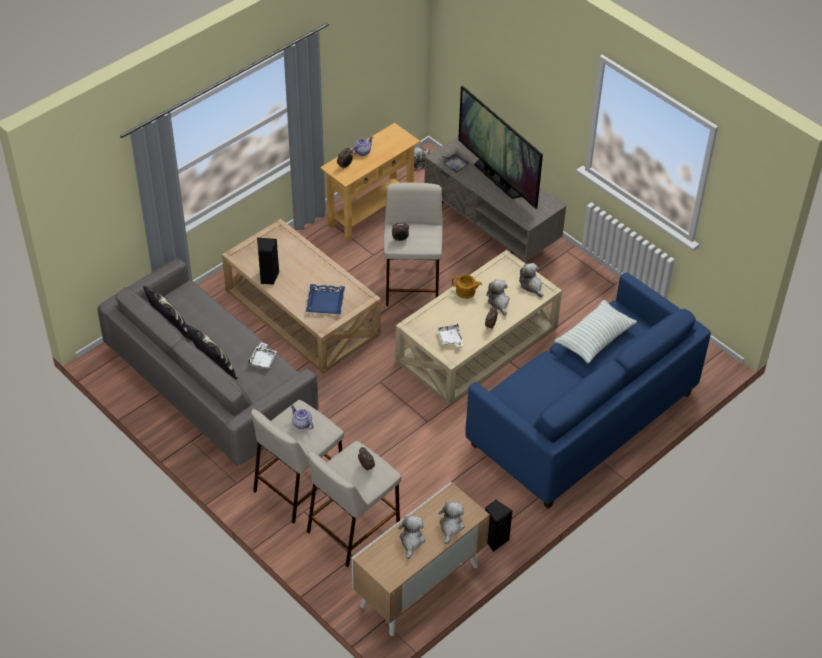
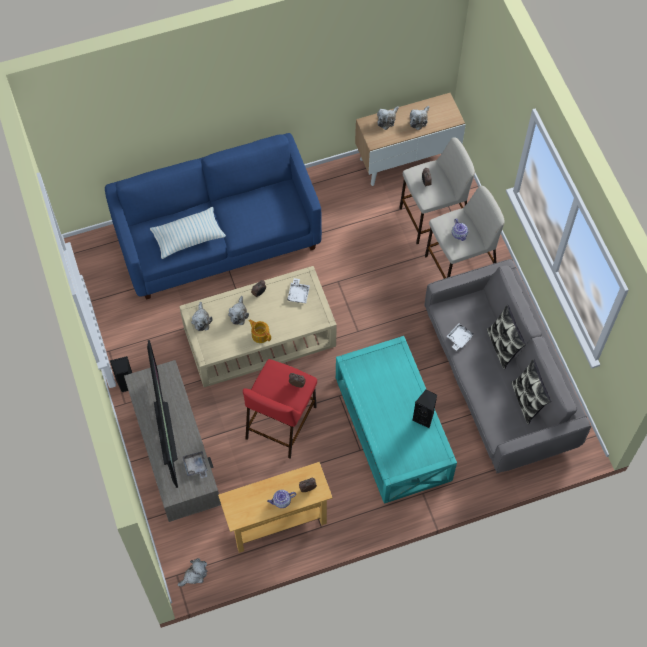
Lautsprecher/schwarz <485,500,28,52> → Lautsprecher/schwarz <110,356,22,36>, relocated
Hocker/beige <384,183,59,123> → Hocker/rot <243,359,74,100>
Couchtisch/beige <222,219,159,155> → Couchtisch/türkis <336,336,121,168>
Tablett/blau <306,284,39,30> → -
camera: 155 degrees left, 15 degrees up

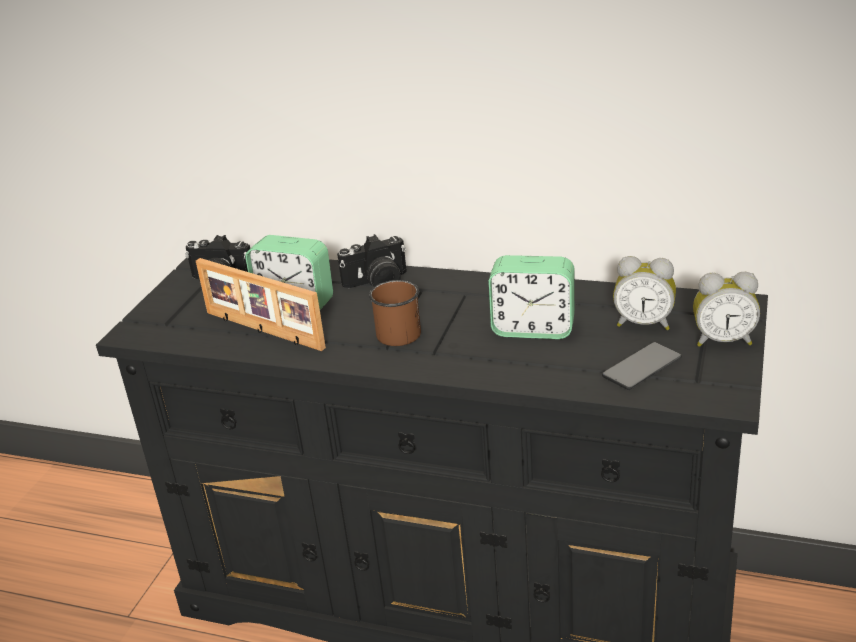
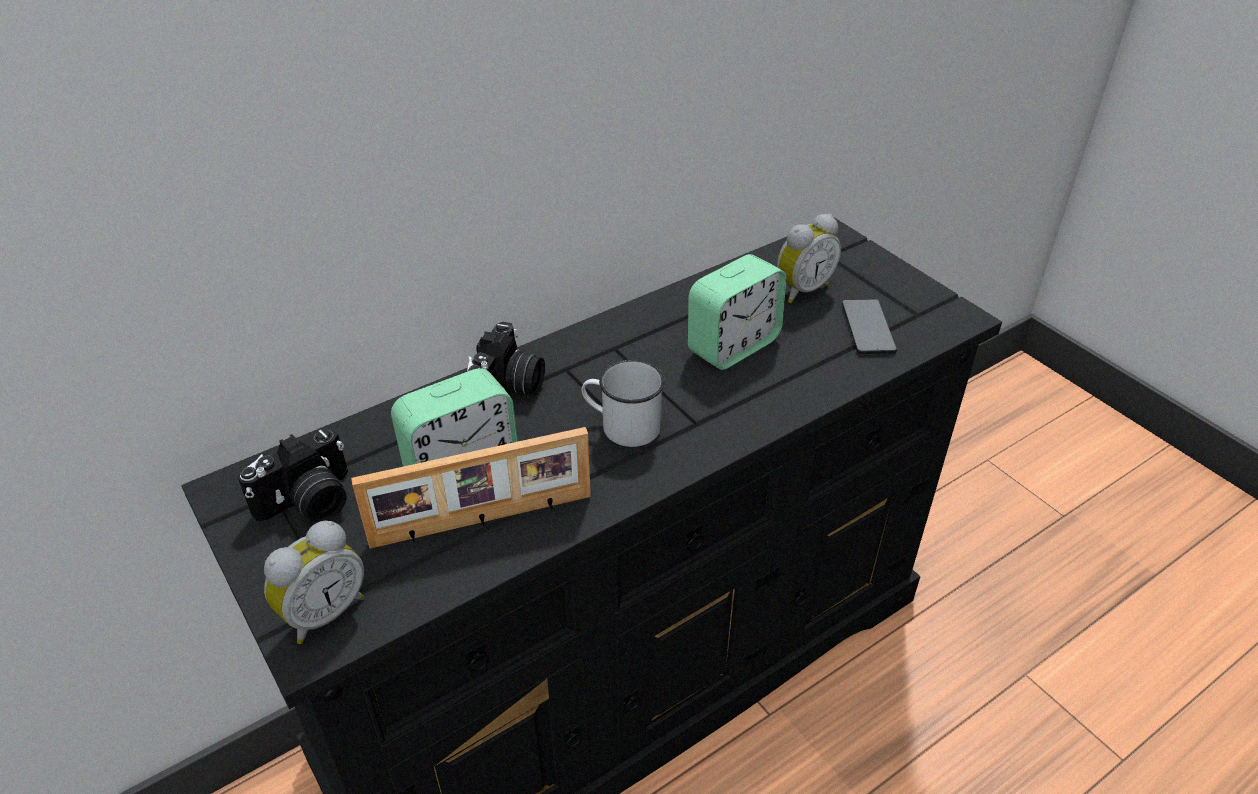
Wecker <693,272,67,75> → Wecker <264,521,100,123>, relocated
Henkelbecher/braun <369,280,52,66> → Henkelbecher/weiß <581,360,84,87>
camera: 55 degrees left, 10 degrees up

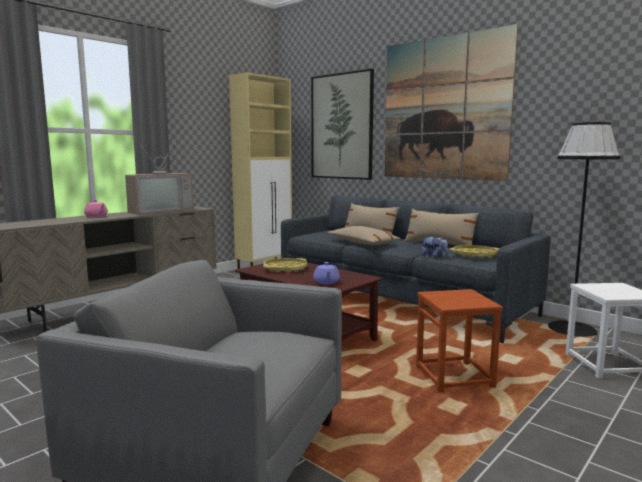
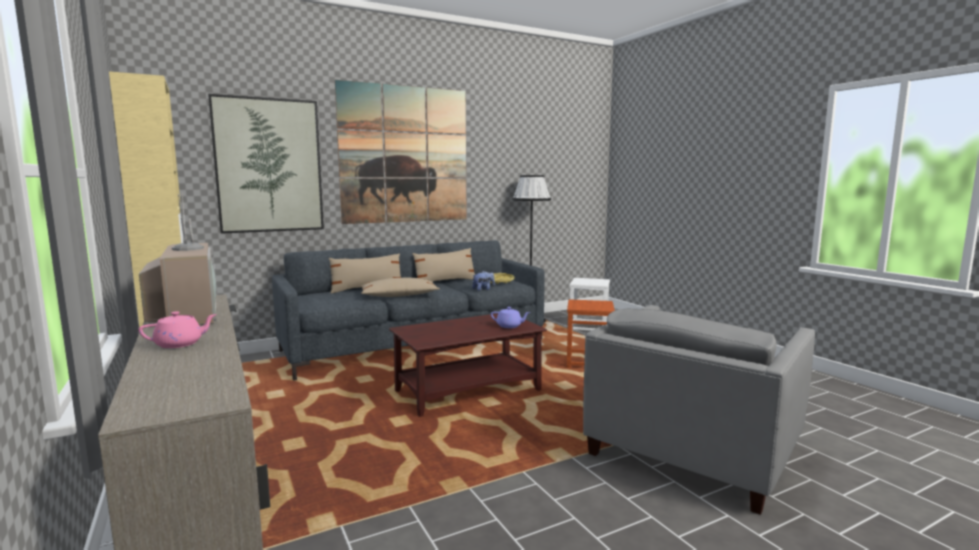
Tablett/gelb <263,258,44,15> → -
camera: 70 degrees left, 0 degrees up

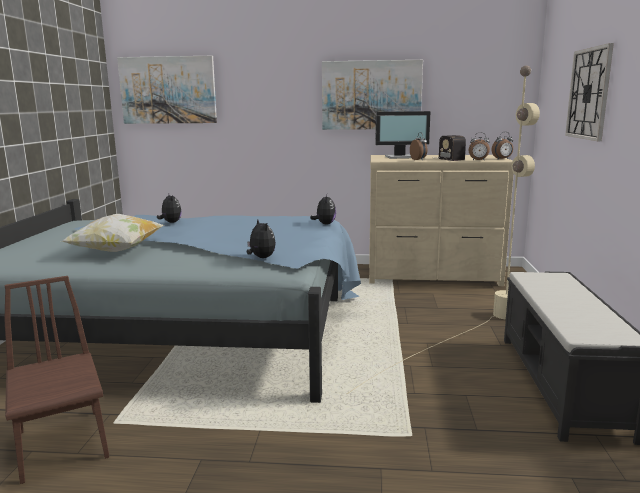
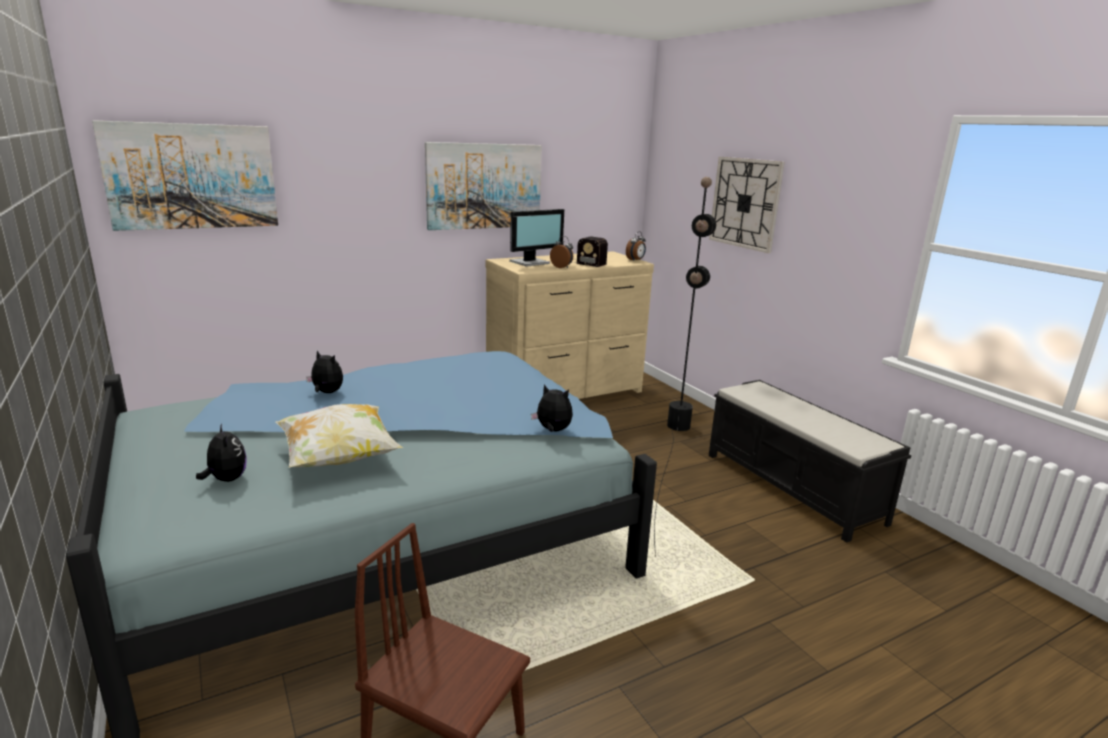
Plüschtier <310,194,26,30> → Plüschtier <196,423,51,59>, relocated
Stehlampe/beige <347,65,193,329> → Stehlampe/schwarz <654,177,62,380>
Wecker <469,132,21,29> → -
camera: 35 degrees left, 5 degrees up

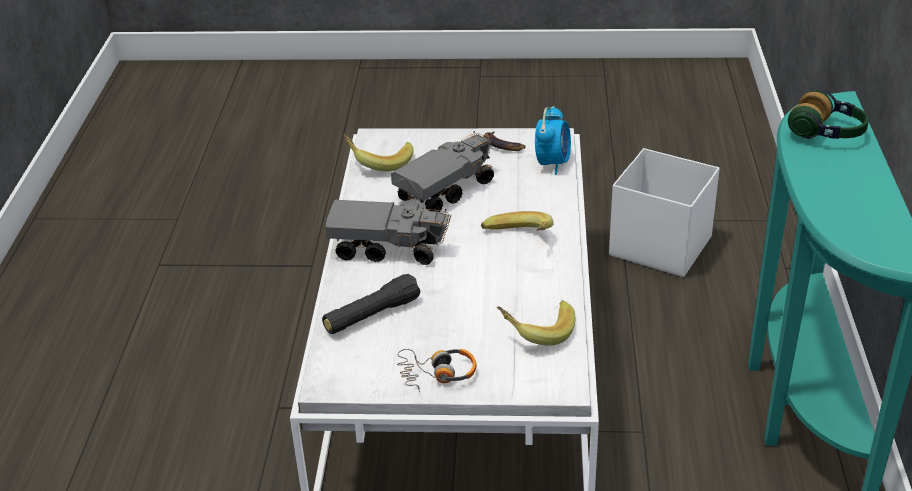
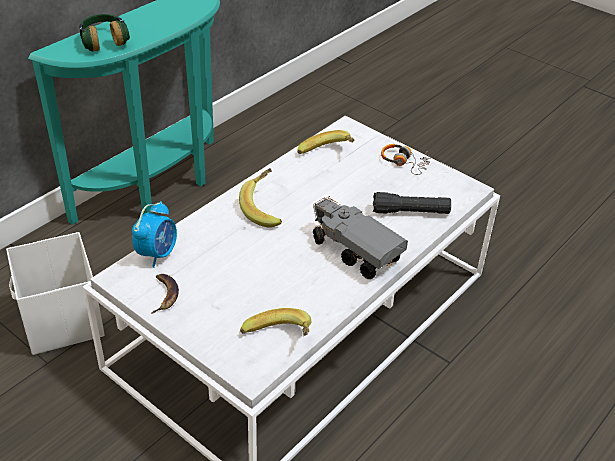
Wecker <535,106,36,69> → Wecker <132,201,45,67>, 150 degrees clockwise
Spielzeuglaster <391,131,103,81> → -
camera: 145 degrees left, 5 degrees up

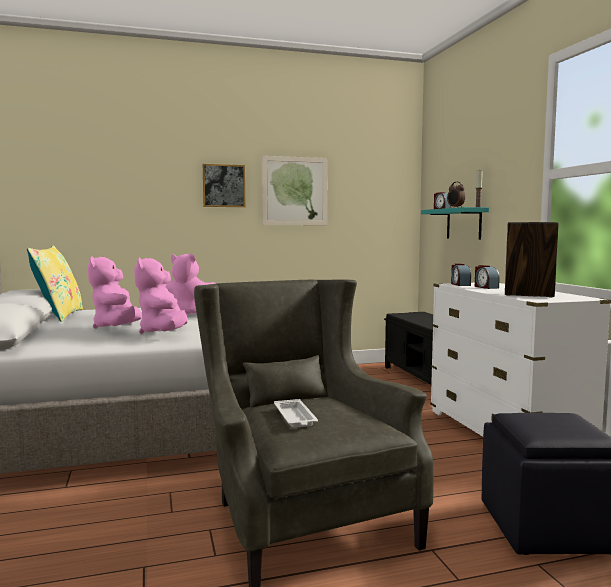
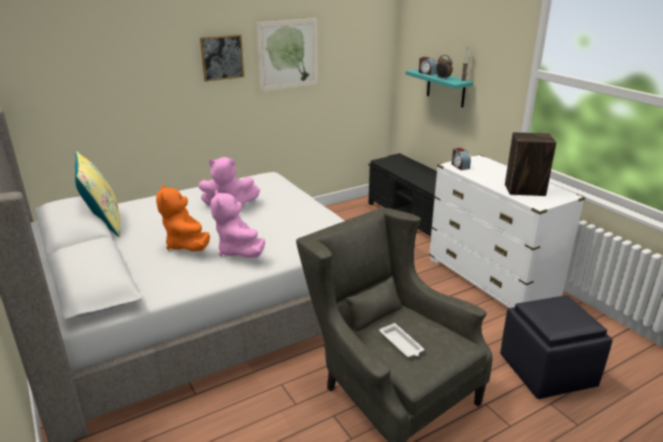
Plüschtier/rosa <88,256,54,73> → Plüschtier/orange <156,185,54,66>
Wecker <475,265,25,24> → -
camera: 15 degrees left, 20 degrees up

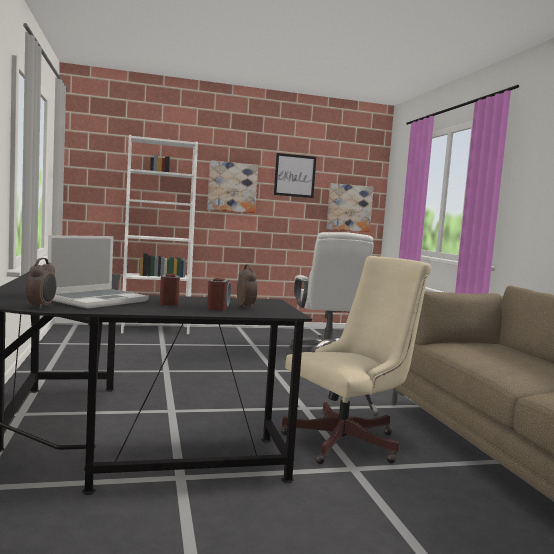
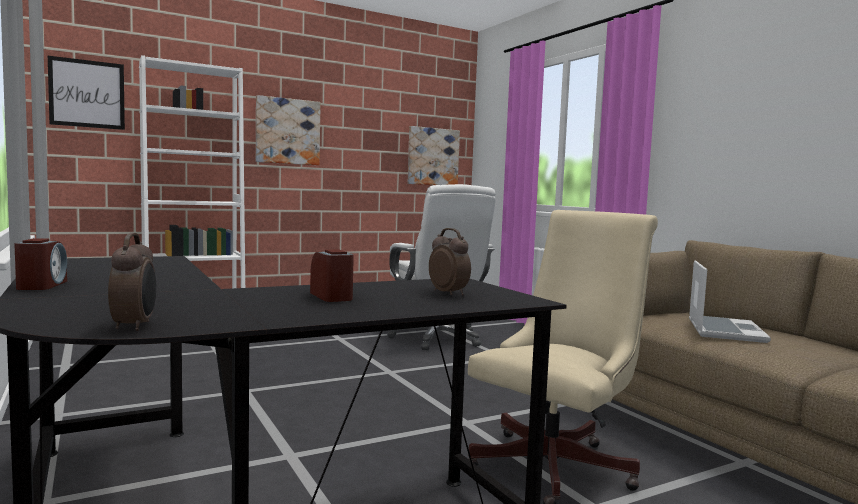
Wecker <207,278,24,33> → Wecker <14,238,53,52>, relocated
Bild <274,153,42,45> → Bild <48,56,77,74>, relocated
Laptop <48,235,101,74> → Laptop <689,261,82,82>, relocated
camera: 15 degrees left, 0 degrees up

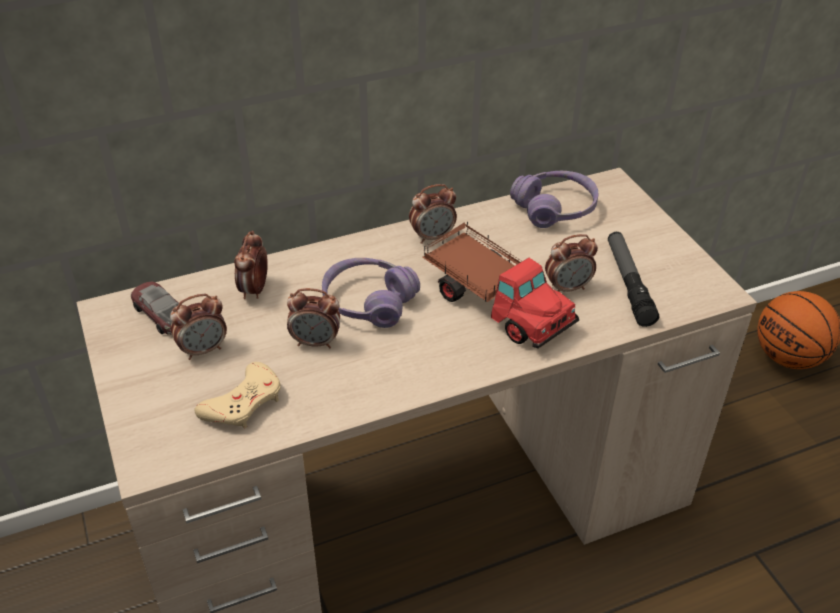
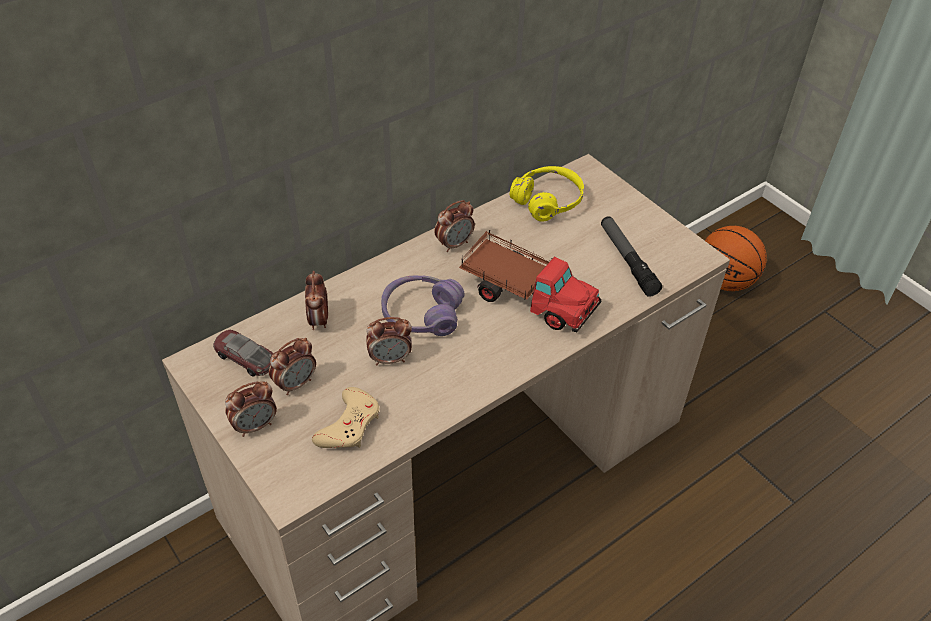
Wecker <545,234,53,58> → Wecker <225,381,52,56>, relocated
Kopfhörer/lila <510,171,88,57> → Kopfhörer/gelb <510,166,74,56>
camera: 15 degrees left, 5 degrees up

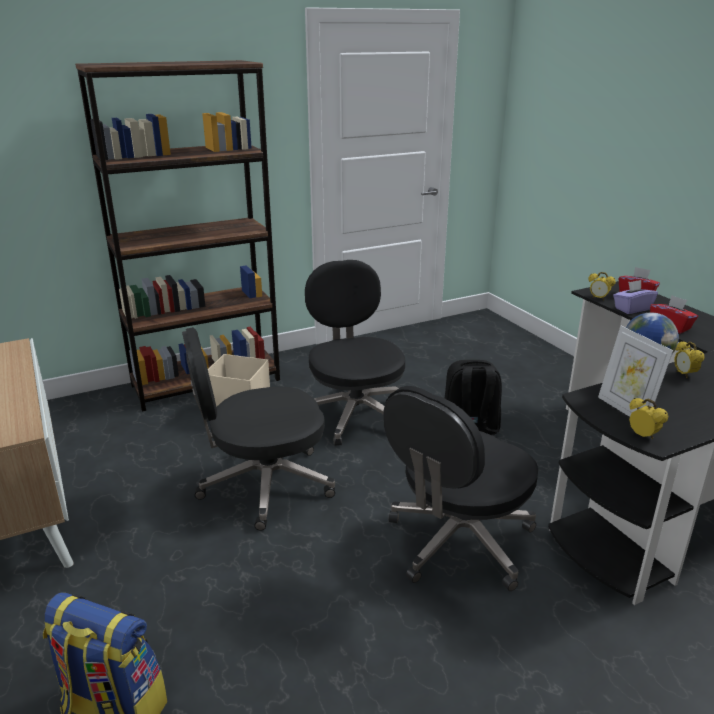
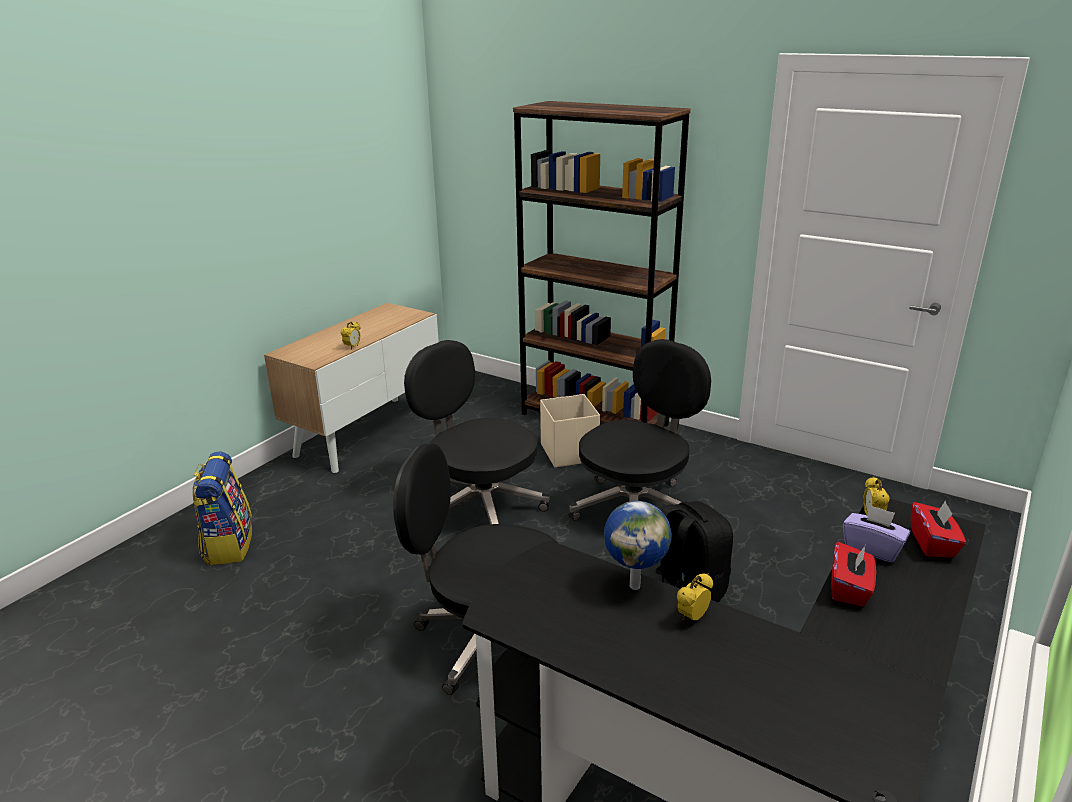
Wecker <629,398,39,41> → Wecker <341,321,20,29>, relocated
Bilderrahmen <598,326,75,91> → -
camera: 60 degrees right, 0 degrees up

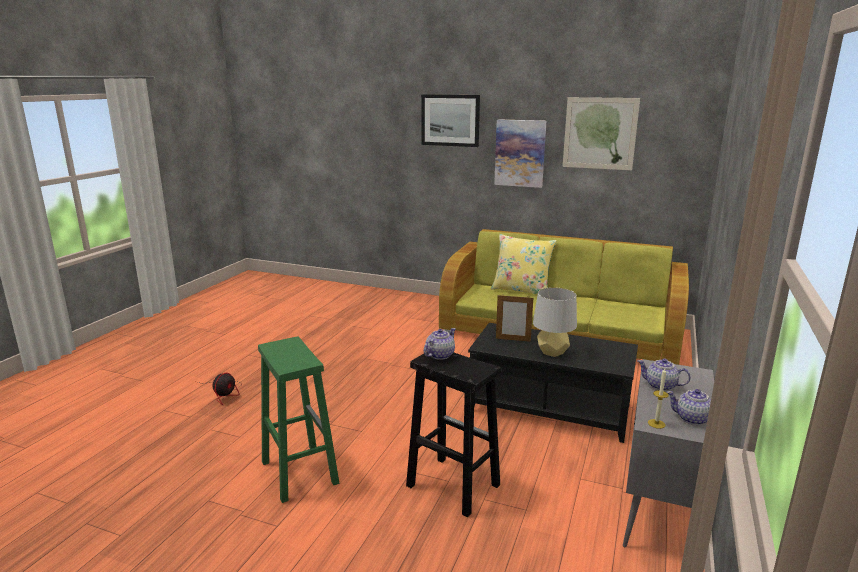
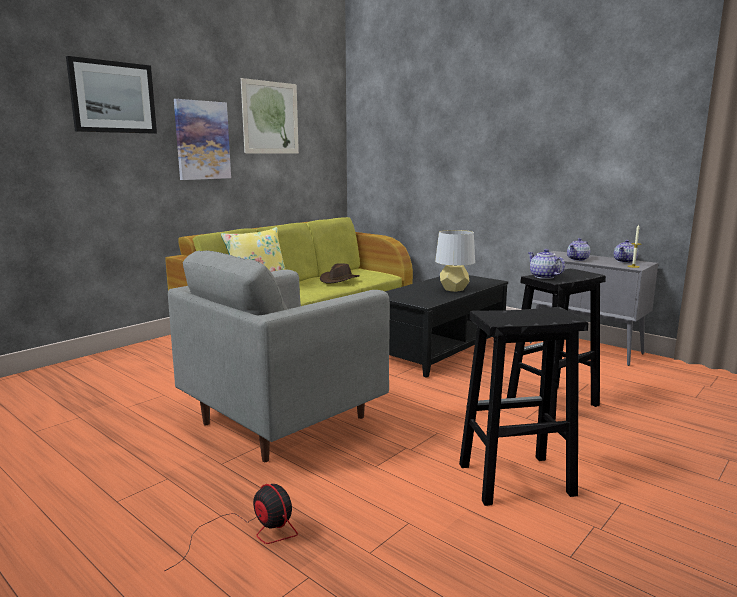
- → Sessel/grau <168,251,222,211>
- → Hut/braun <320,263,40,20>
Hocker/grün <258,336,81,167> → Hocker/schwarz <459,307,129,199>
Bilderrahmen <496,295,37,47> → -
camera: 70 degrees left, 5 degrees down

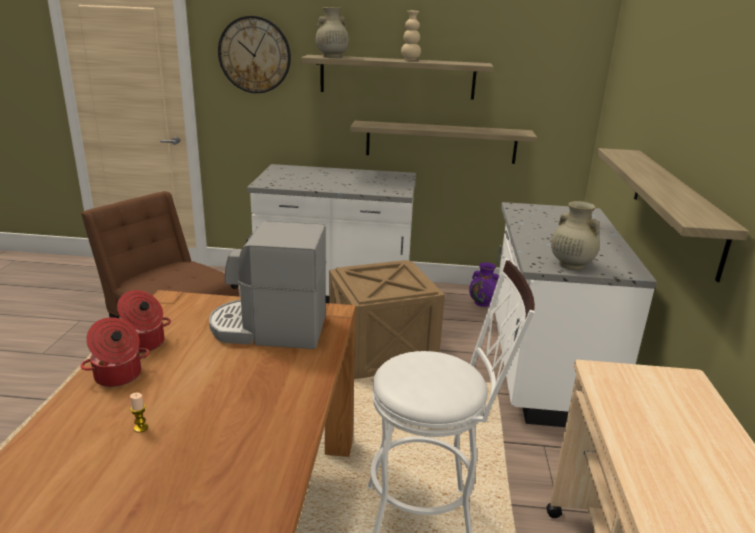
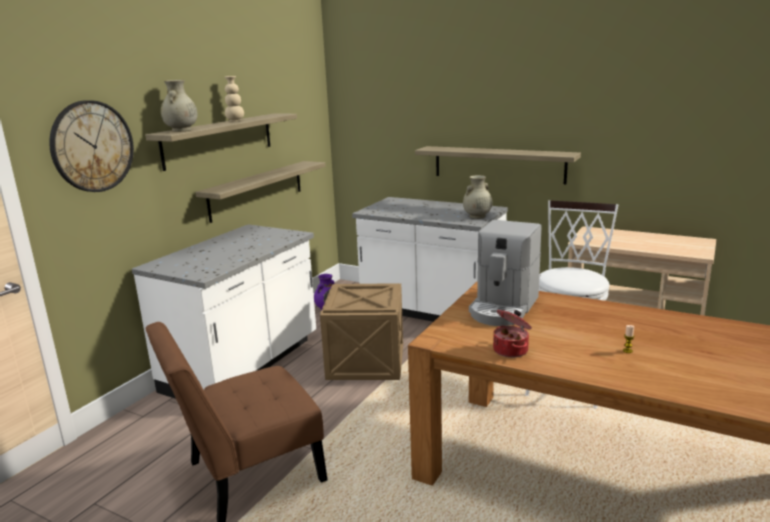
Kochtopf <80,317,69,70> → -
camera: 65 degrees left, 5 degrees down

